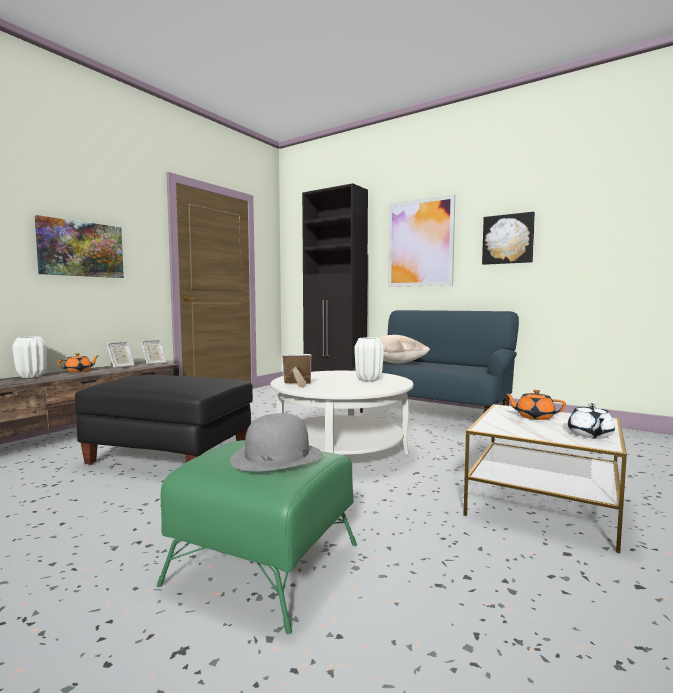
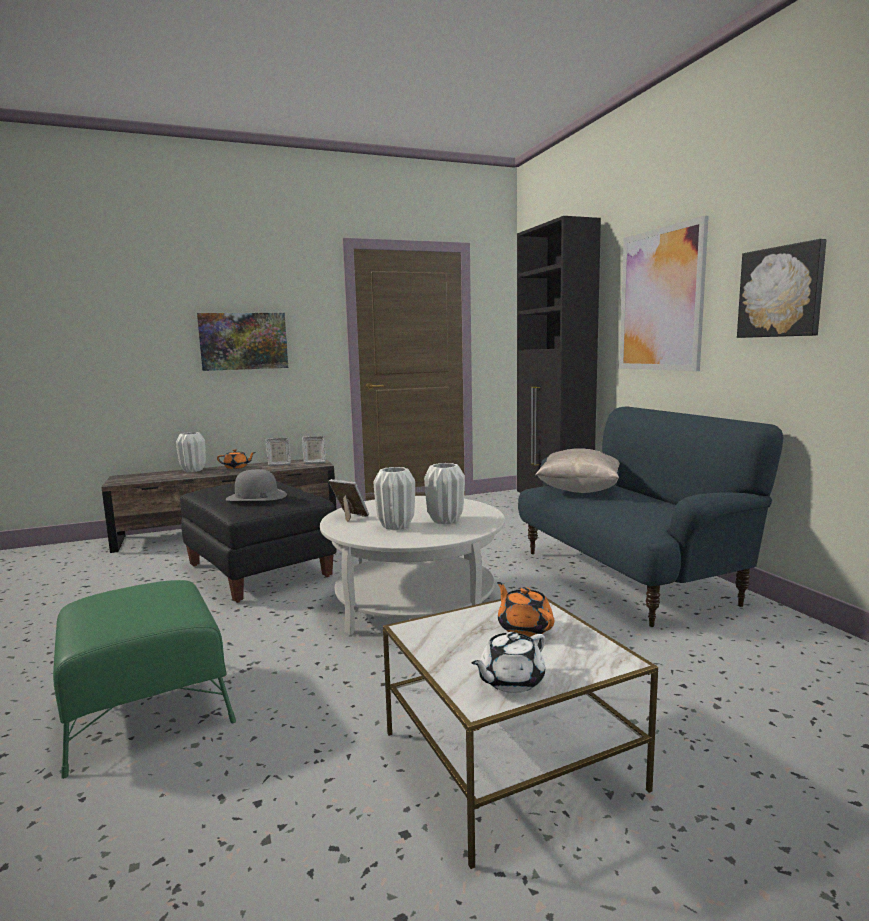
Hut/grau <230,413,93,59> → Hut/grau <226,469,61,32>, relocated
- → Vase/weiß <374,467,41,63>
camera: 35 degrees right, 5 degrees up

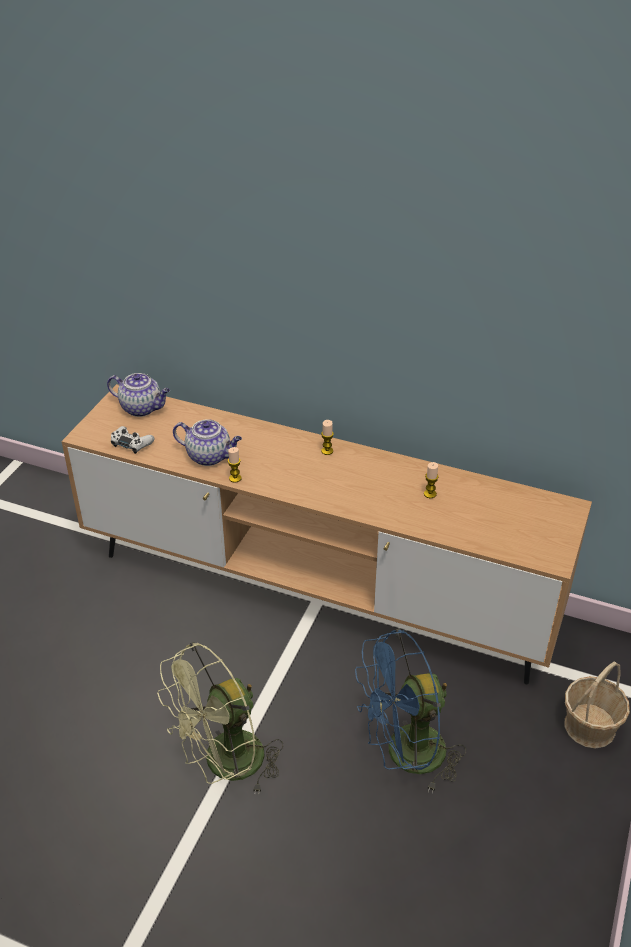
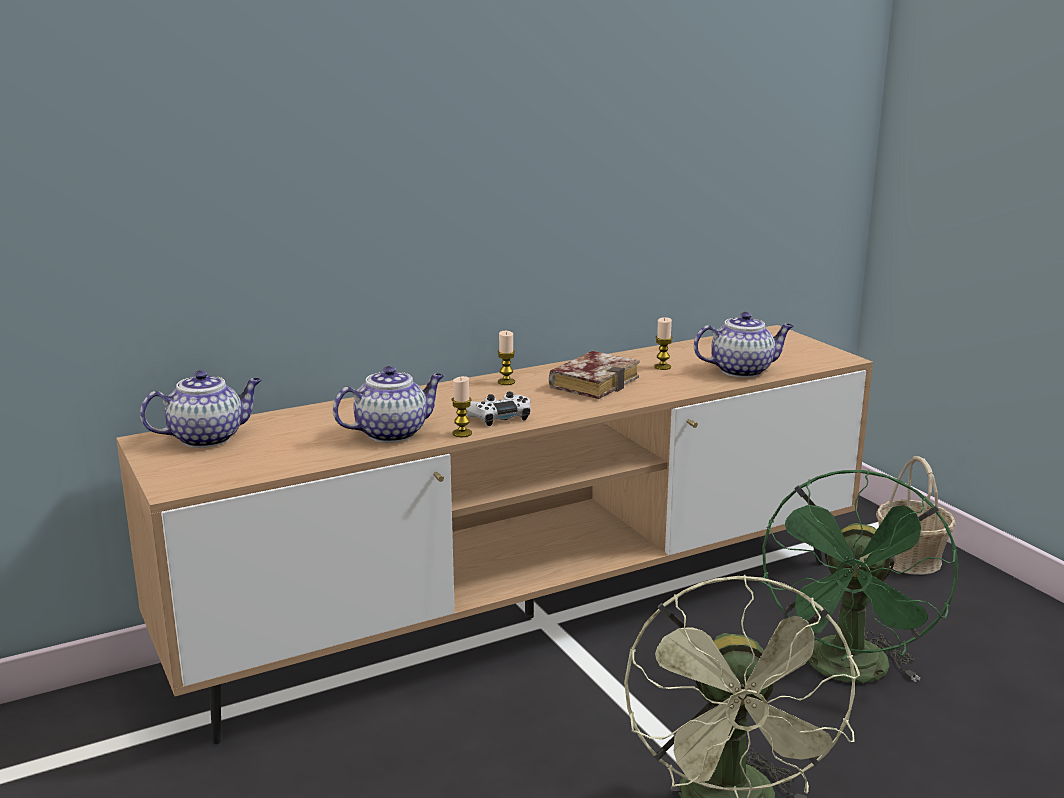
Gamepad/weiß <111,426,44,28> → Gamepad/weiß <466,391,65,35>, relocated
- → Buch <549,351,91,48>
- → Teekanne <694,312,100,66>
Ventilator/blau <355,629,112,164> → Ventilator/grün <760,470,198,213>
camera: 50 degrees left, 20 degrees down

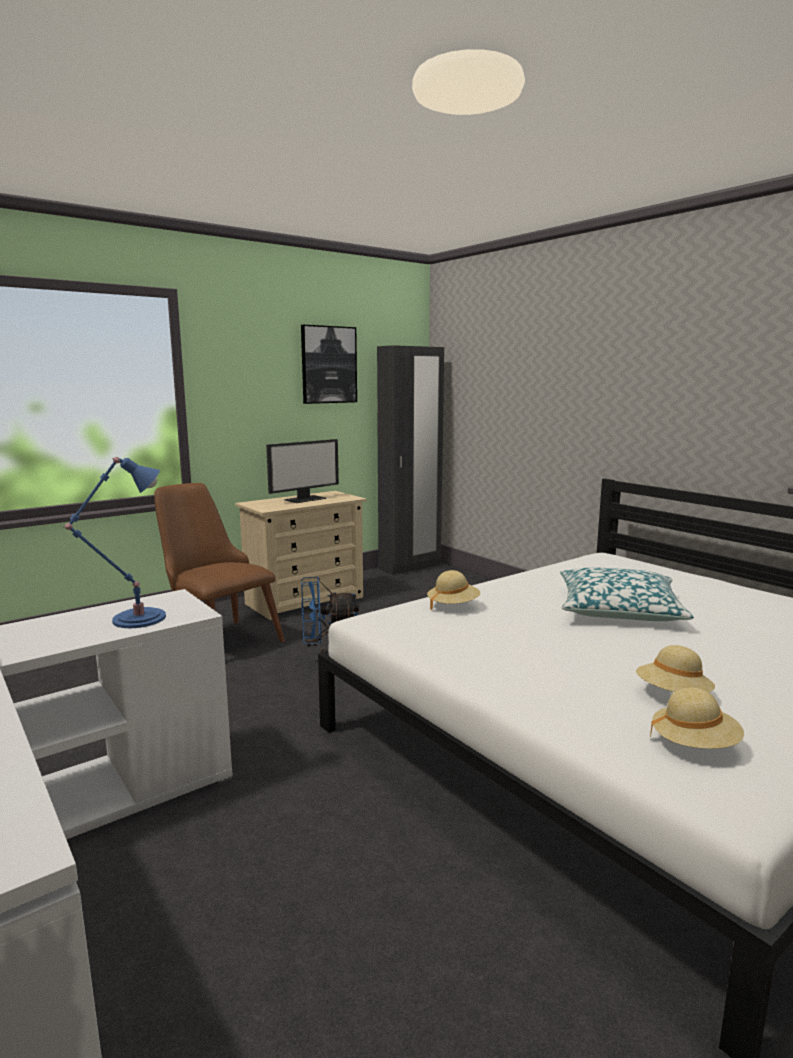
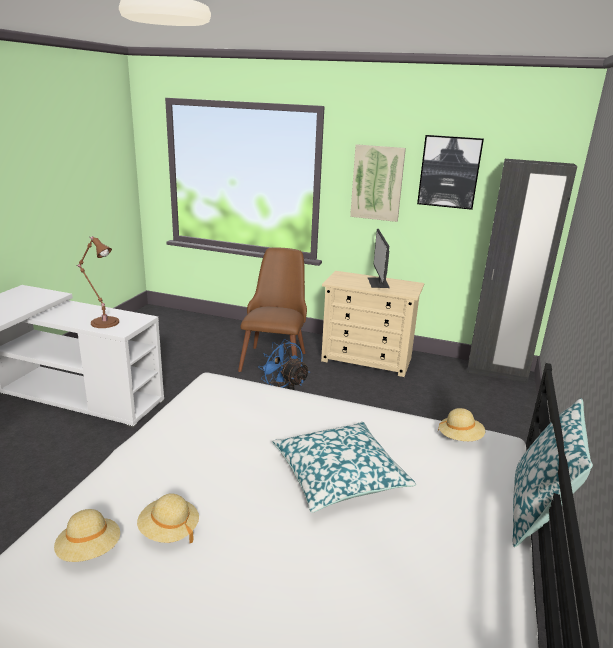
Tischlampe/blau <63,457,103,171> → Tischlampe/braun <77,236,42,92>
- → Bild <350,144,56,78>
Monitor <266,439,73,64> → Monitor <368,229,22,59>, 75 degrees clockwise
Hut/beige <427,570,53,41> → Hut/beige <438,408,47,33>, relocated
- → Kissen <513,398,80,149>
camera: 55 degrees right, 10 degrees up

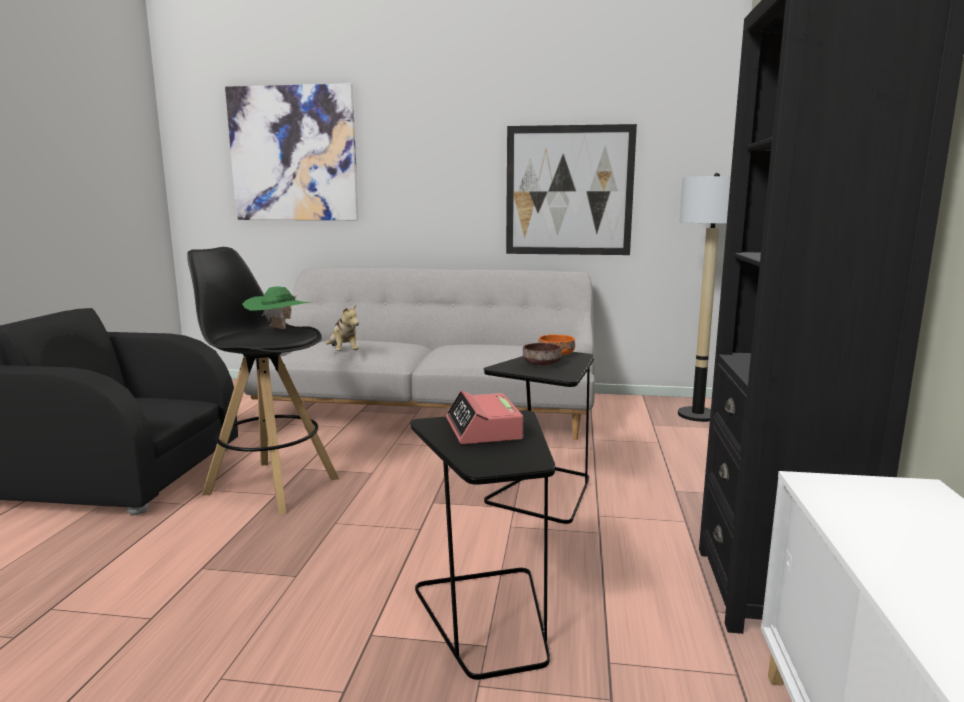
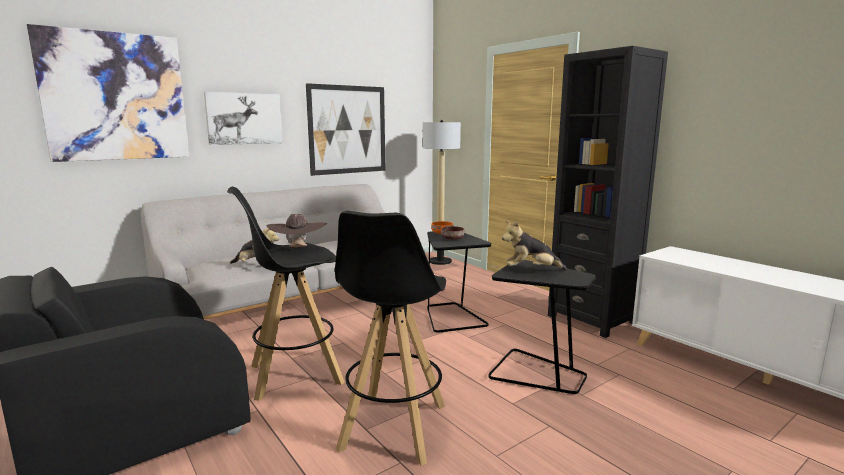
- → Bild <204,92,79,53>
Hut/grün <242,286,69,44> → Hut/braun <266,214,62,33>
- → Hocker/schwarz <335,211,111,255>
Wecker <446,390,77,54> → Plüschtier <502,220,65,50>
camera: 45 degrees left, 0 degrees up

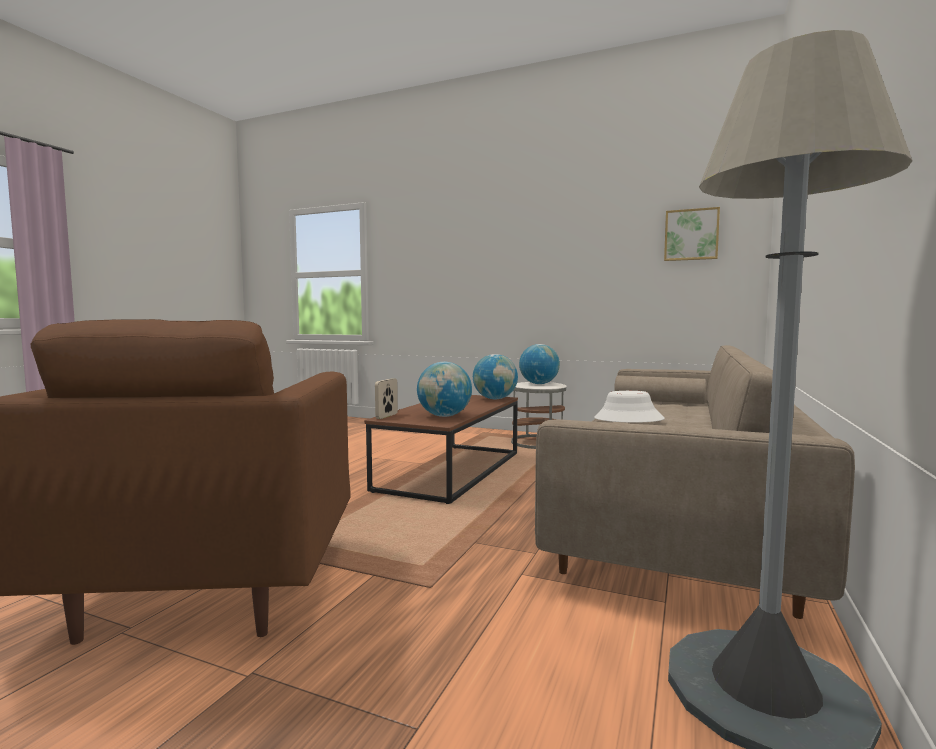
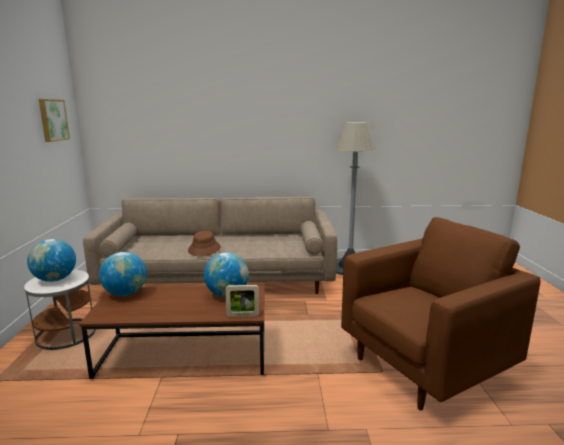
Hut/weiß <594,391,71,32> → Hut/braun <188,231,32,25>
camera: 115 degrees left, 10 degrees up

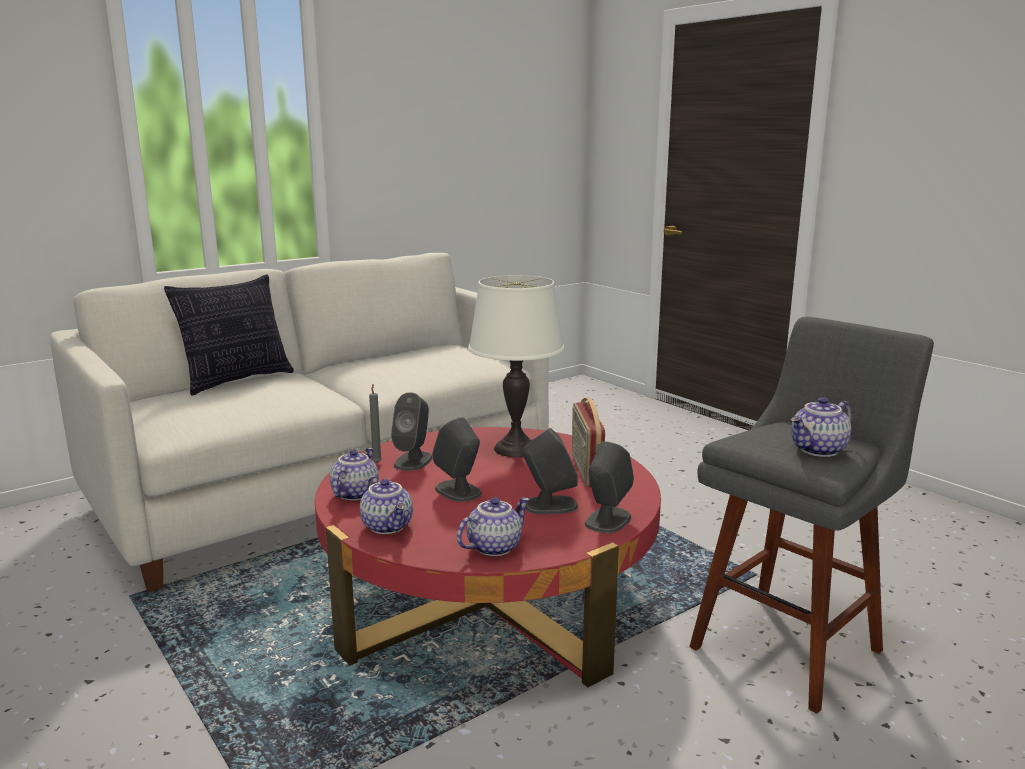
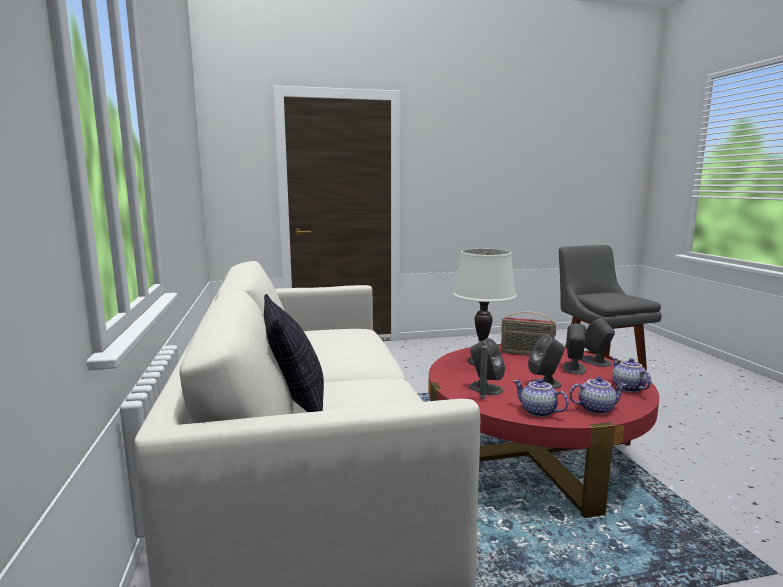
Teekanne <791,397,61,60> → -
camera: 65 degrees left, 5 degrees down

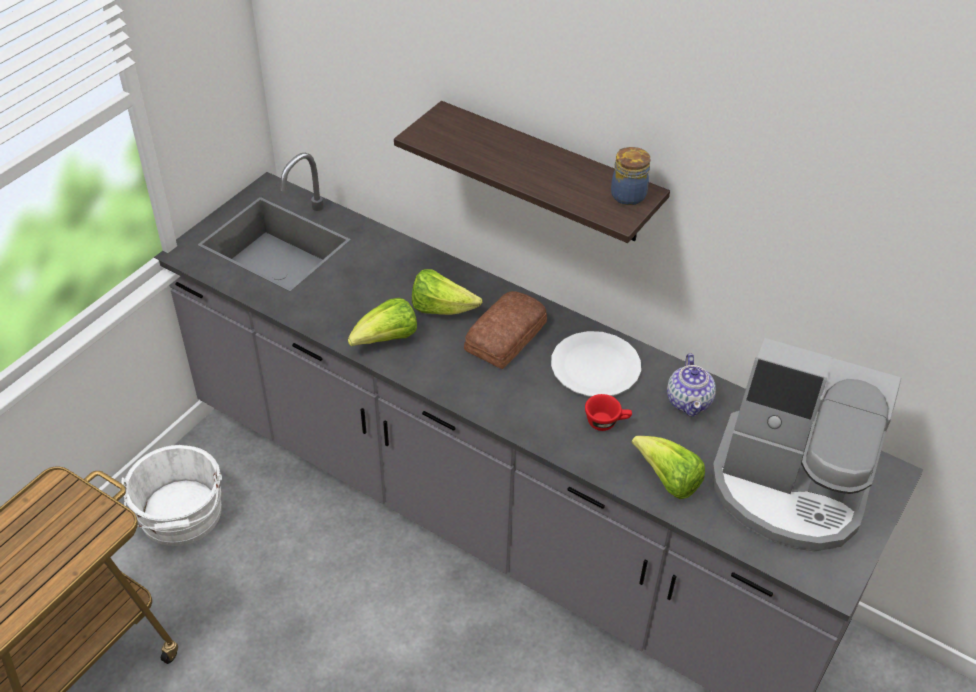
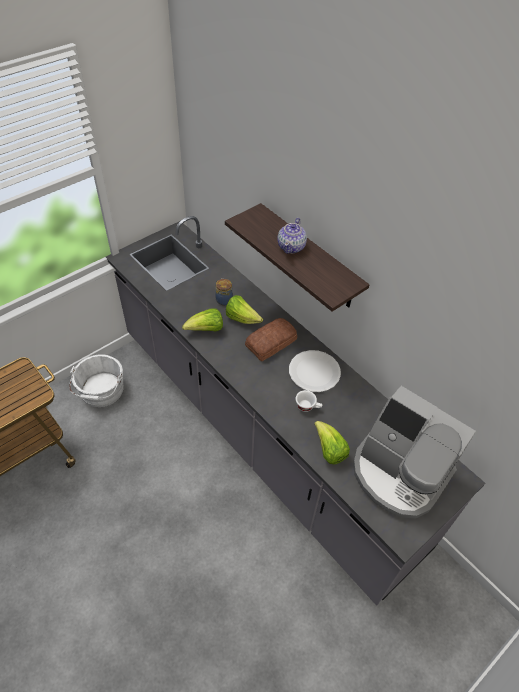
Vorratsglas <611,147,40,58> → Vorratsglas <216,278,17,27>, relocated
Teekanne <667,353,49,64> → Teekanne <277,218,30,36>, relocated
Tasse/rot <585,394,47,37> → Tasse/weiß <296,390,27,22>
camera: 15 degrees right, 5 degrees up

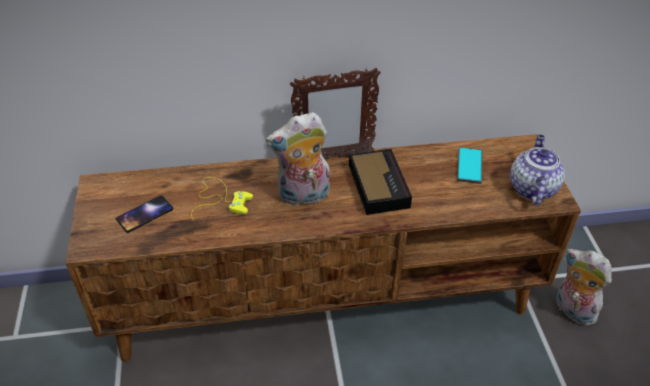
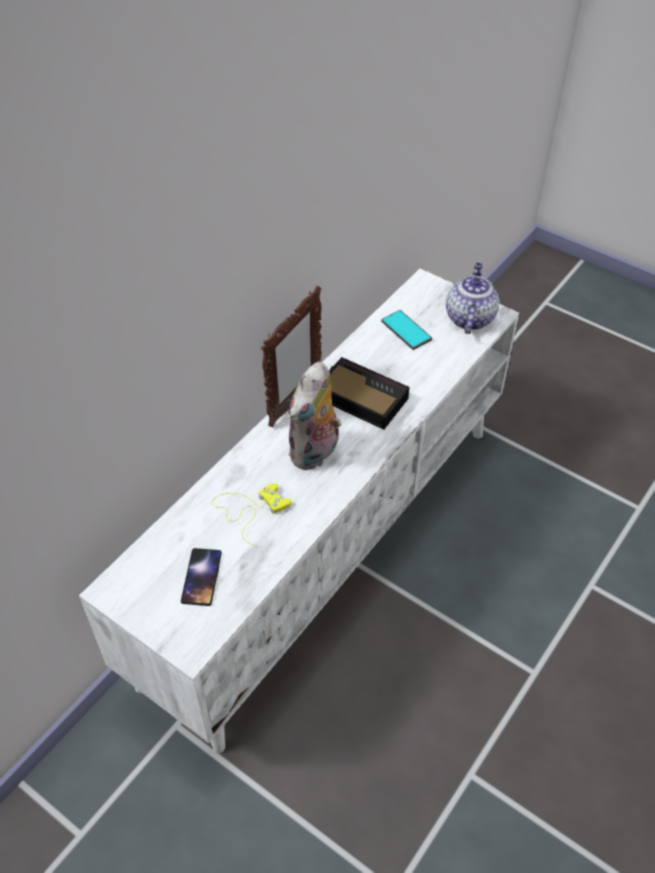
Fernsehschrank/braun <66,134,515,228> → Fernsehschrank/weiß <79,268,440,485>
Teekanne <510,134,55,71> → Teekanne <446,263,53,71>, 45 degrees clockwise
Plüschtier <556,249,56,77> → -
camera: 45 degrees left, 5 degrees up

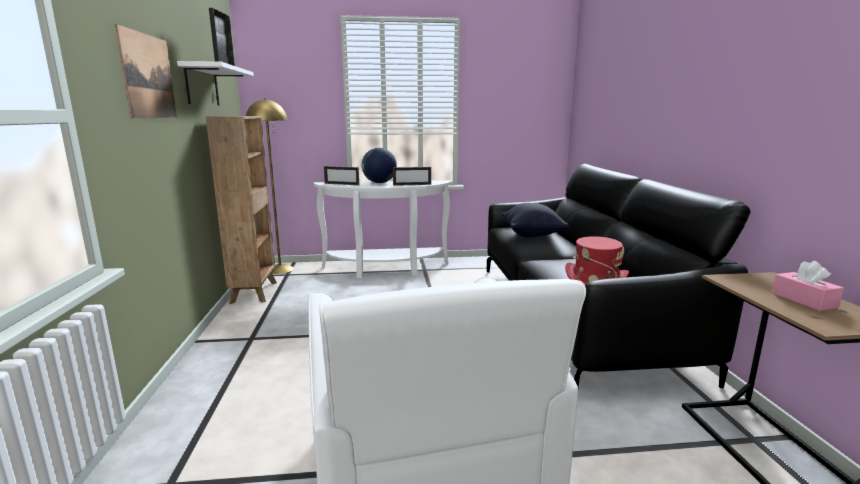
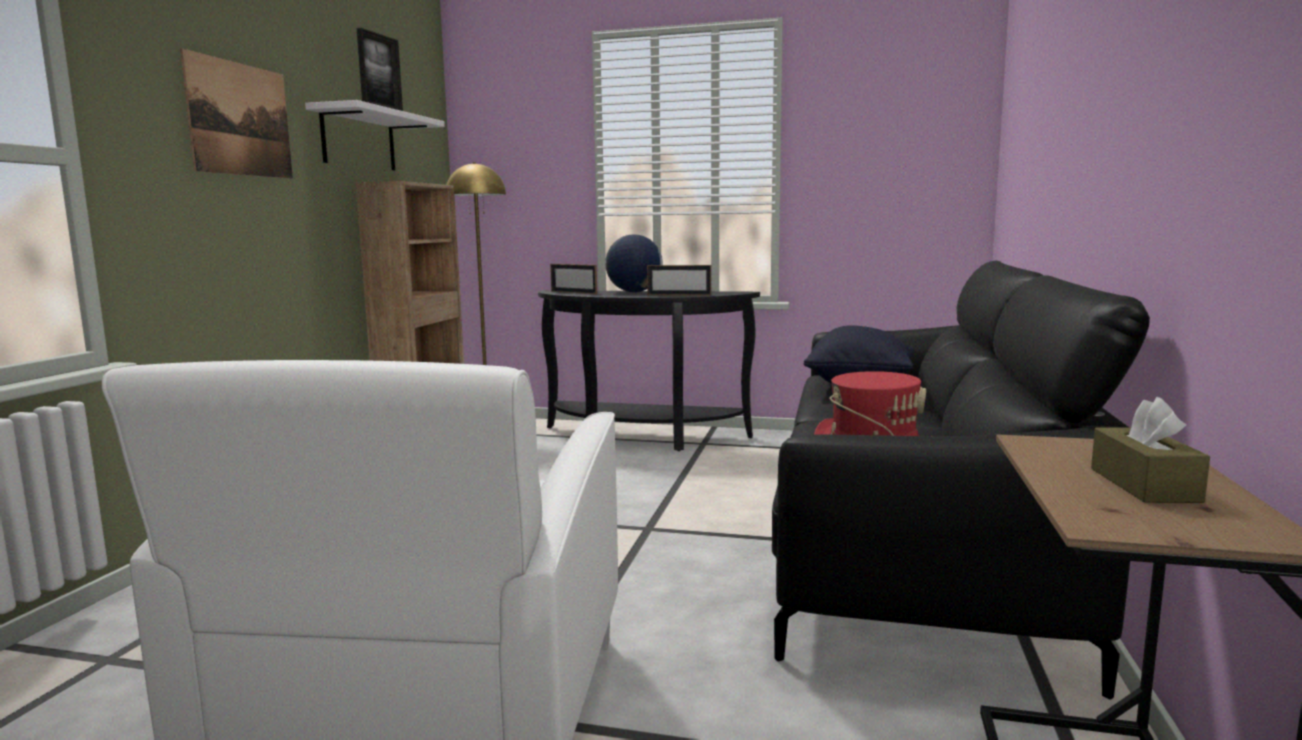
Konsolentisch/weiß <313,180,139,99> → Konsolentisch/schwarz <538,290,222,161>
Taschentuchbox/rosa <772,261,72,50> → Taschentuchbox/braun <1091,397,119,106>
camera: 20 degrees right, 5 degrees down

